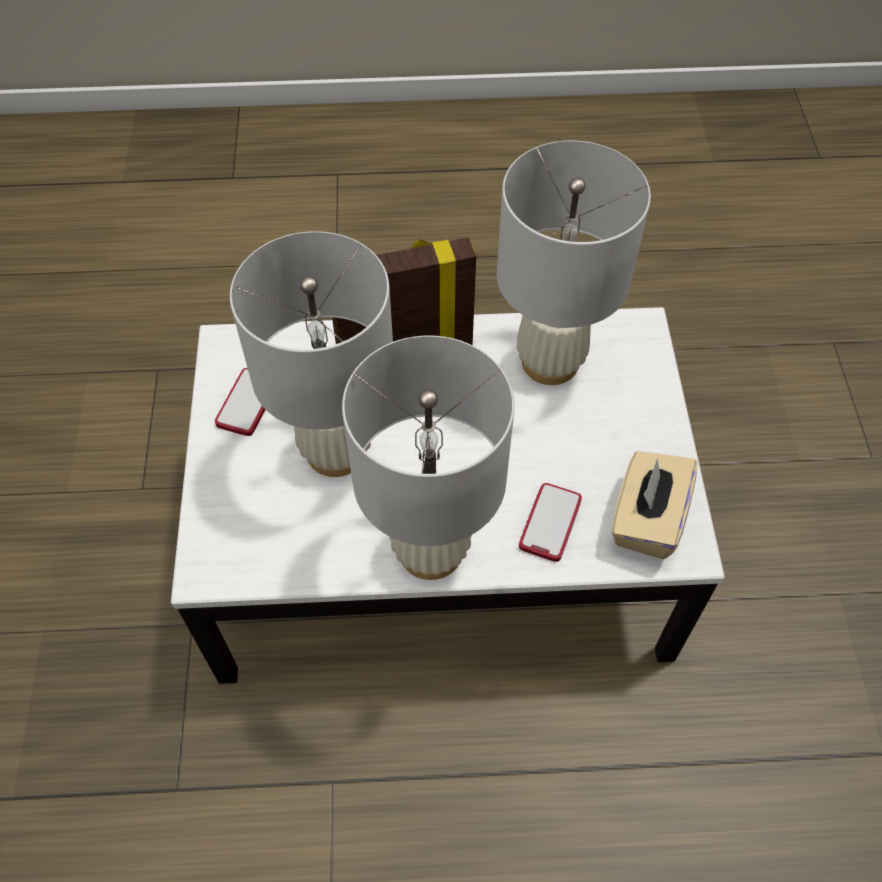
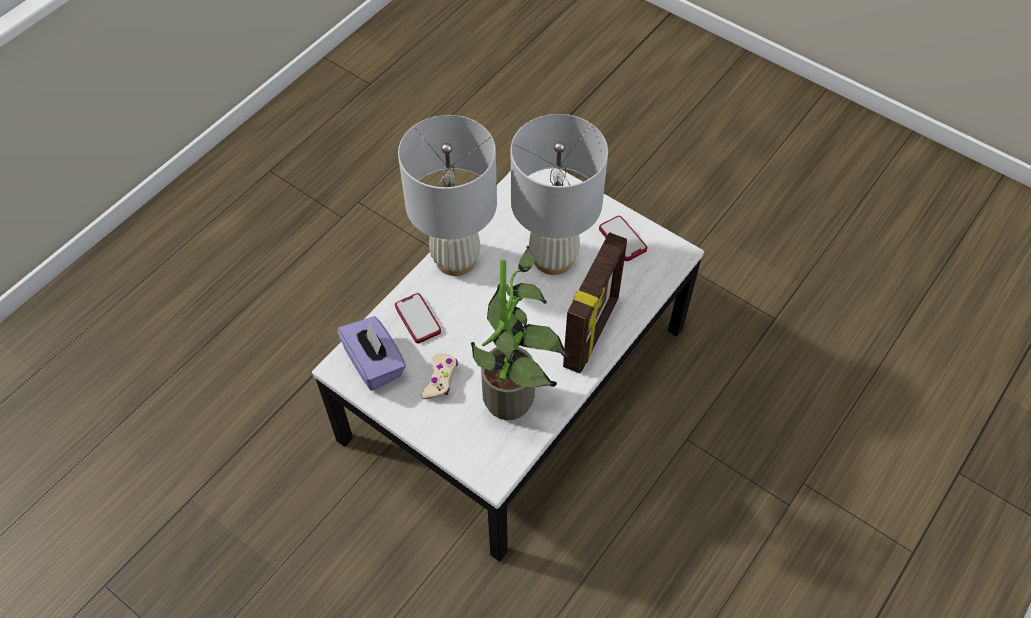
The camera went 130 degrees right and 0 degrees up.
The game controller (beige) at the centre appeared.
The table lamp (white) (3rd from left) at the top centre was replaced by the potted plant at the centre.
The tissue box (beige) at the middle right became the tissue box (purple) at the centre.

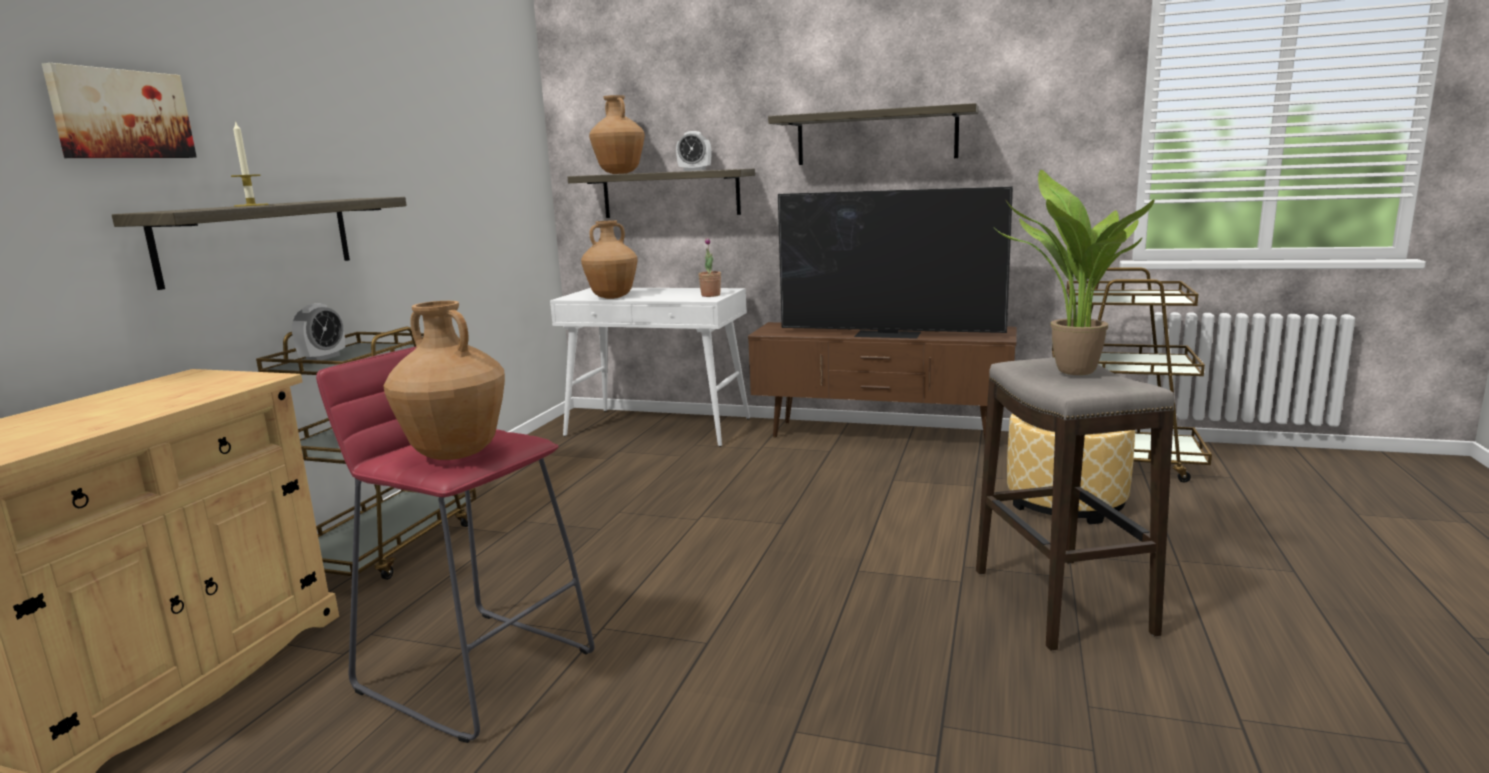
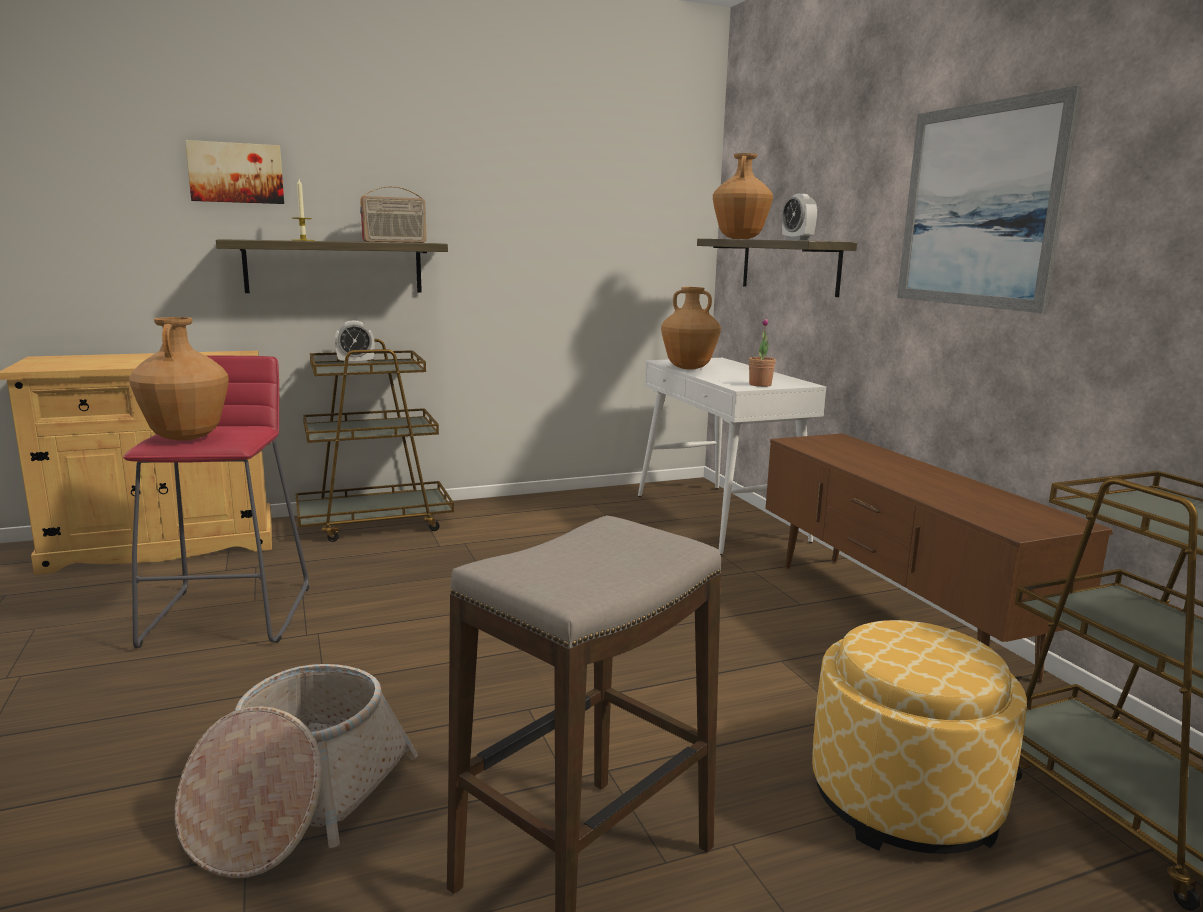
The camera went 50 degrees right and 0 degrees up.
The television at the centre disappeared.
The potted plant (2nd from left) at the middle right disappeared.
The basket at the bottom left appeared.
The radio at the top left appeared.
The shelf (3rd from left) at the top centre was replaced by the picture (2nd from left) at the top right.

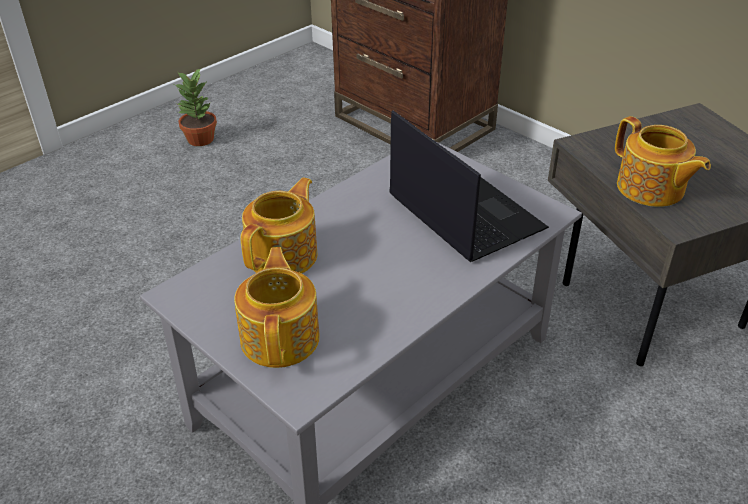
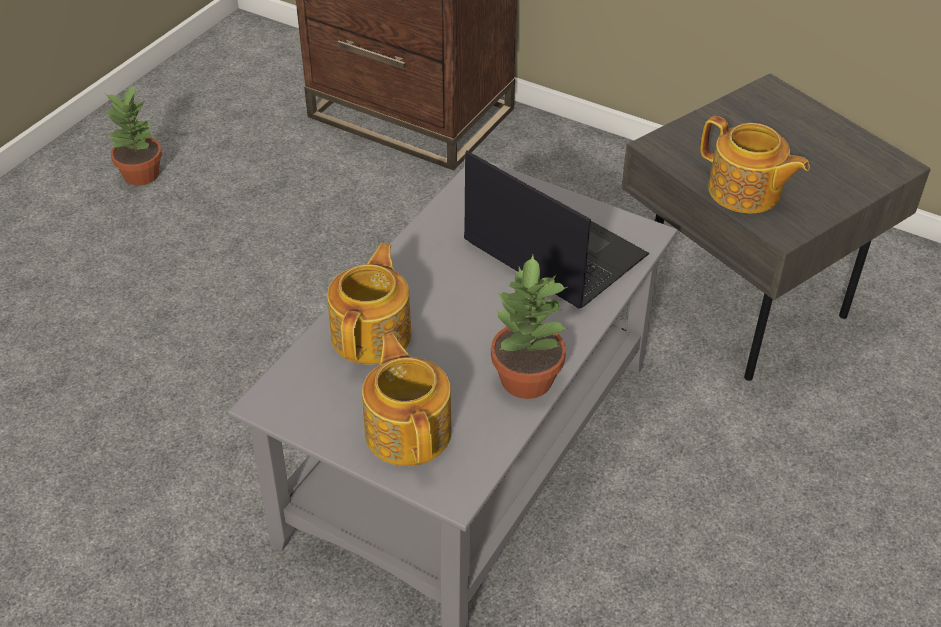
The camera went 15 degrees left and 5 degrees up.
The potted plant (2nd from left) at the centre appeared.

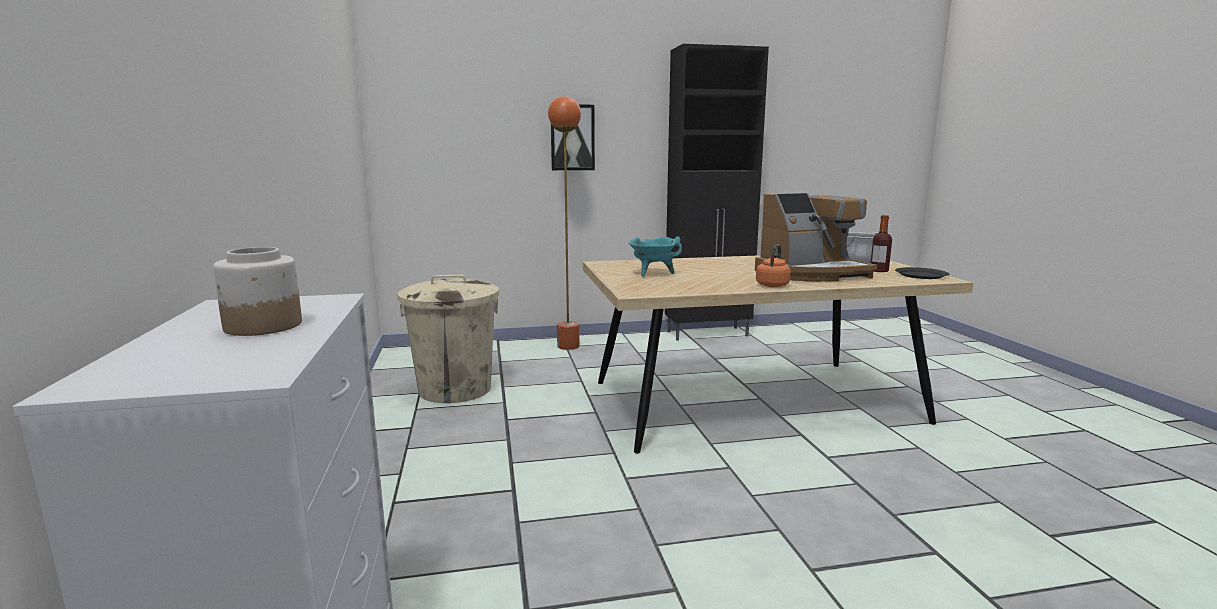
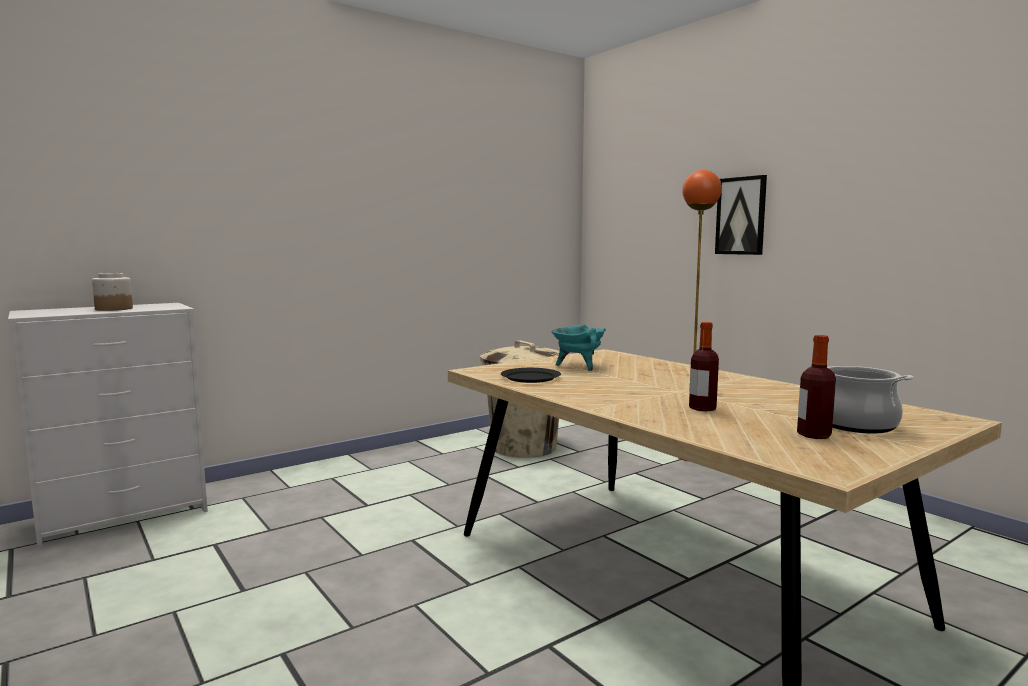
The camera went 65 degrees right and 5 degrees down.
The cabinet (black) at the top centre disappeared.
The kettle (orange) at the centre disappeared.
The plate (black) moved from the middle right to the centre.
The coffee machine at the middle right was replaced by the bottle (1st from left) at the middle right.

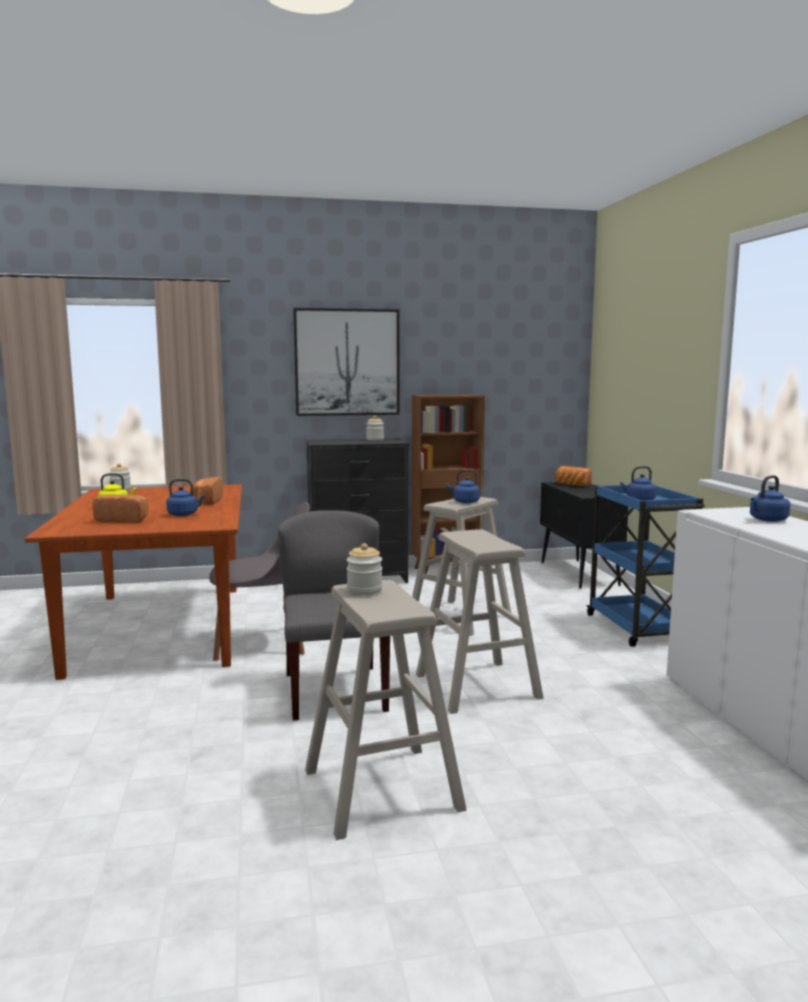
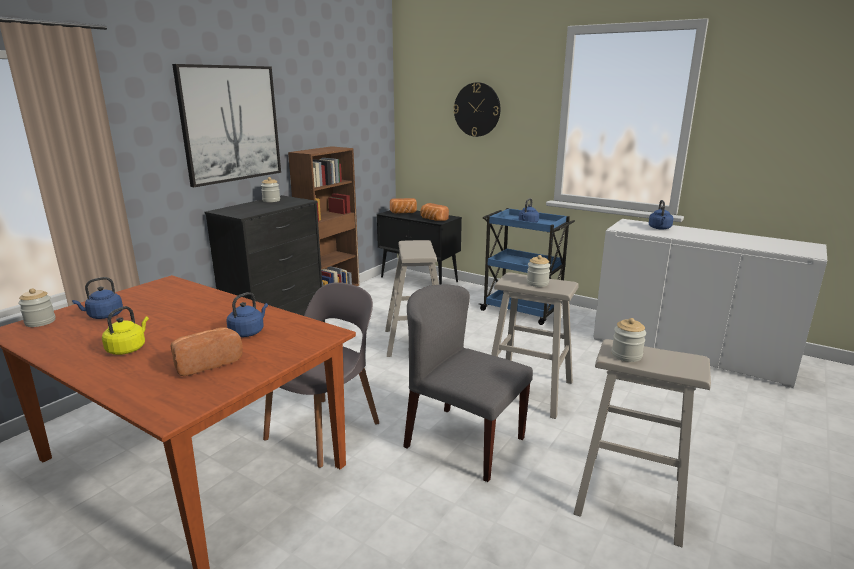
The camera went 45 degrees left and 10 degrees up.
The wall clock at the top centre appeared.
The jar (3rd from left) at the centre appeared.
The bread (2nd from left in the first image) moved from the middle left to the centre.
The kettle (blue) (2nd from left in the first image) moved from the centre to the middle left.

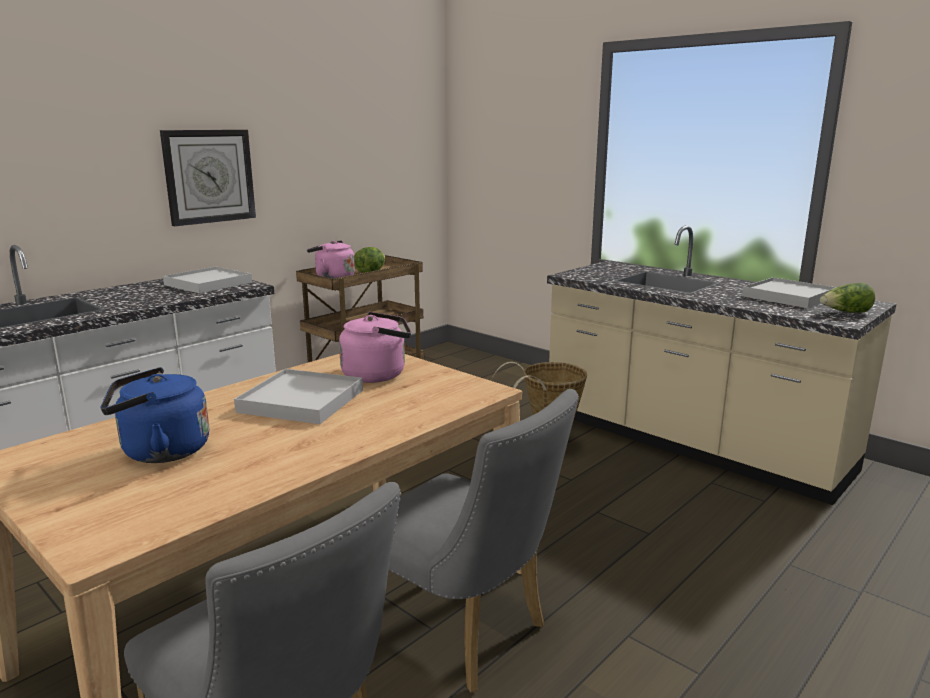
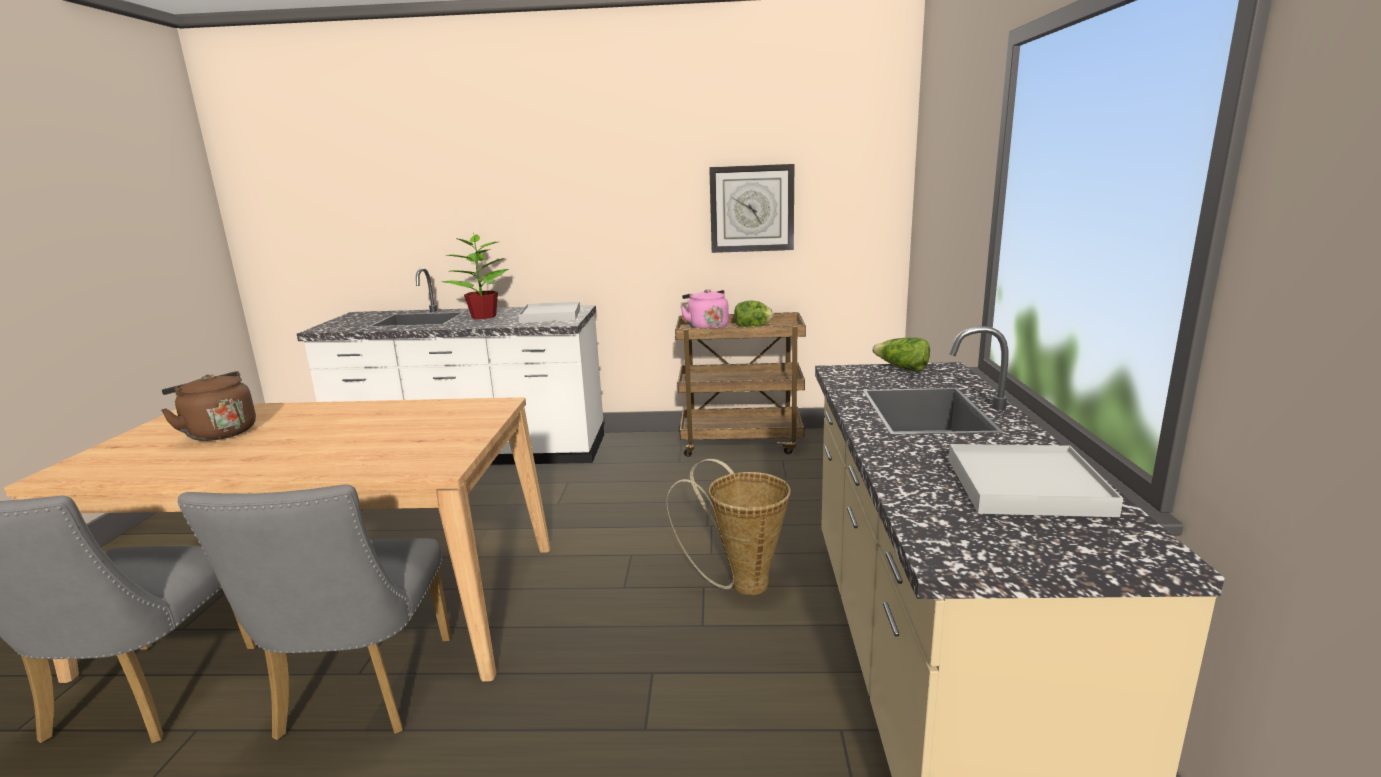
The camera went 50 degrees right and 0 degrees up.
The tray (white) (2nd from left) at the middle left disappeared.
The kettle (pink) (2nd from left) at the centre disappeared.
The potted plant at the centre appeared.
The wall clock moved from the top left to the top centre.
The lettuce (2nd from left) moved from the middle right to the centre.
The kettle (blue) at the middle left became the kettle (brown) at the middle left.

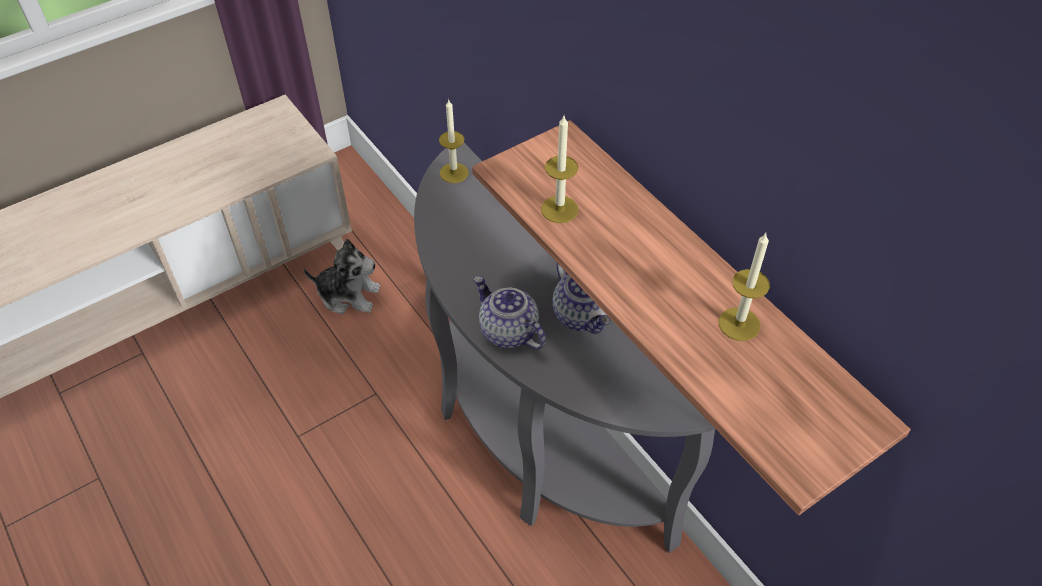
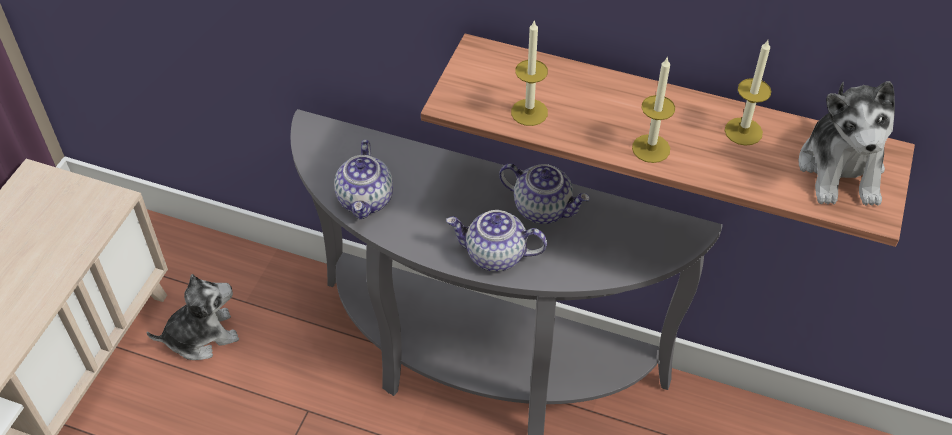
The camera went 35 degrees left and 0 degrees up.
The teapot (1st from left) at the centre appeared.
The plush toy (2nd from left) at the top right appeared.
The candle (1st from left in the first image) moved from the top centre to the top right.

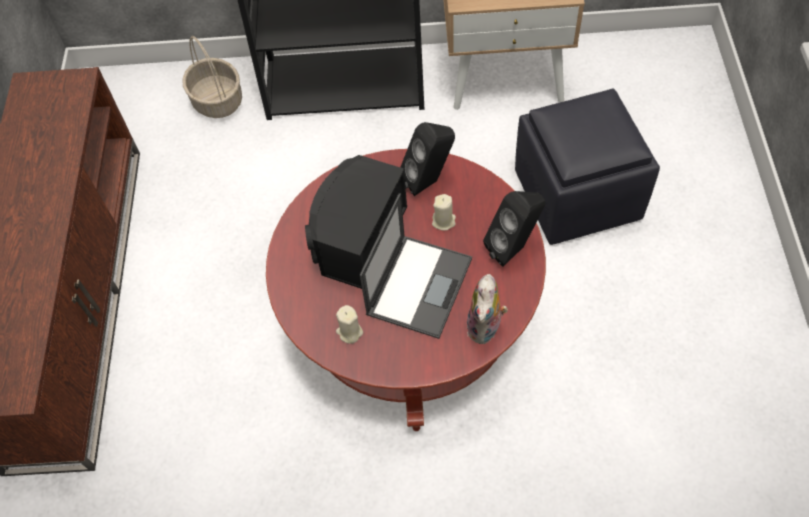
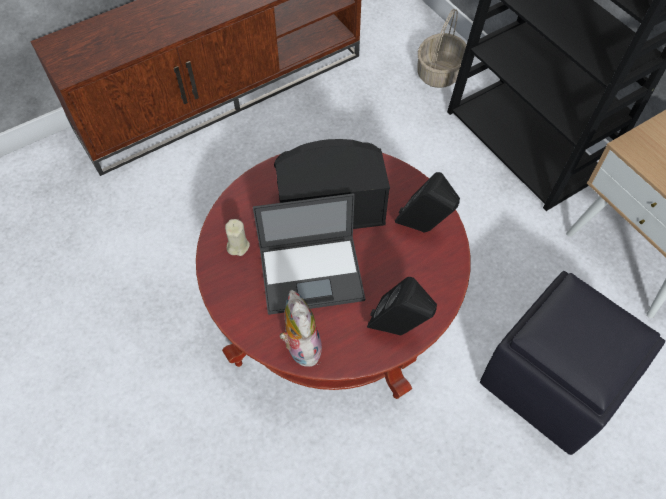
The camera went 55 degrees right and 0 degrees up.
The candle (beige) (2nd from left) at the centre disappeared.
The plush toy at the centre turned 90 degrees clockwise.

